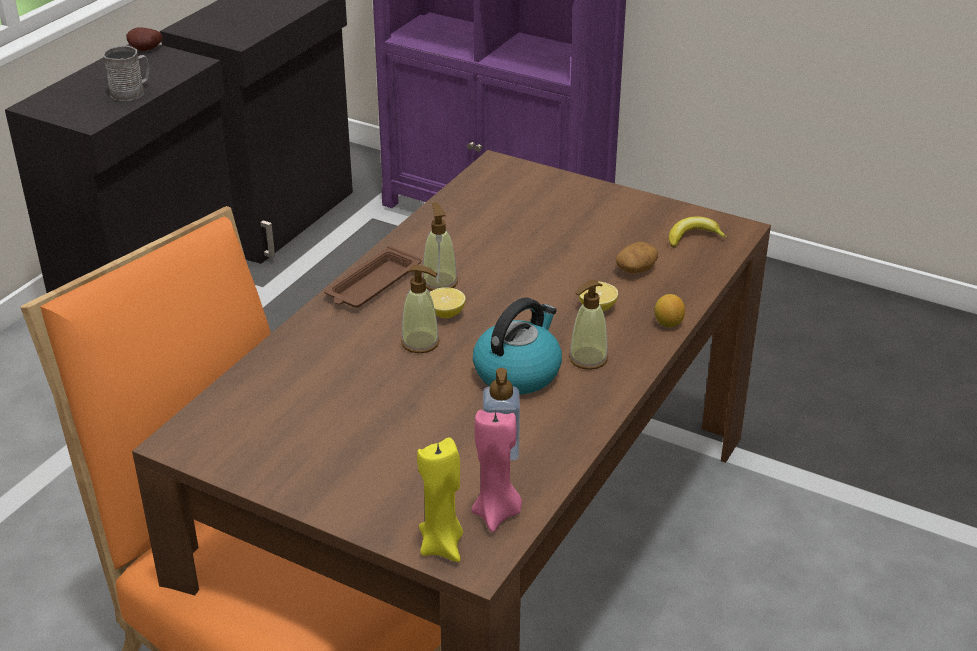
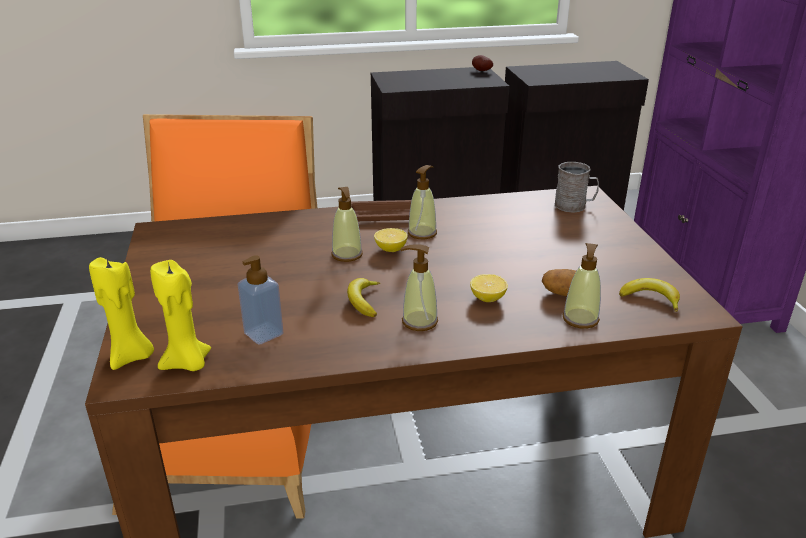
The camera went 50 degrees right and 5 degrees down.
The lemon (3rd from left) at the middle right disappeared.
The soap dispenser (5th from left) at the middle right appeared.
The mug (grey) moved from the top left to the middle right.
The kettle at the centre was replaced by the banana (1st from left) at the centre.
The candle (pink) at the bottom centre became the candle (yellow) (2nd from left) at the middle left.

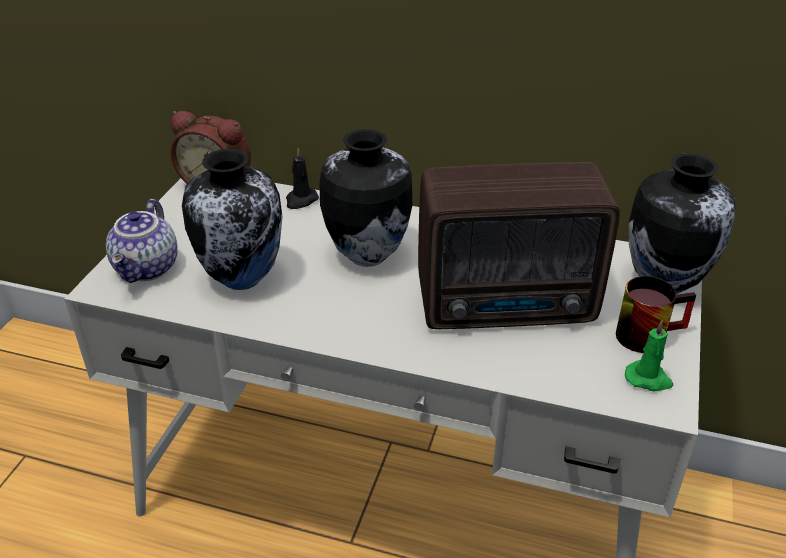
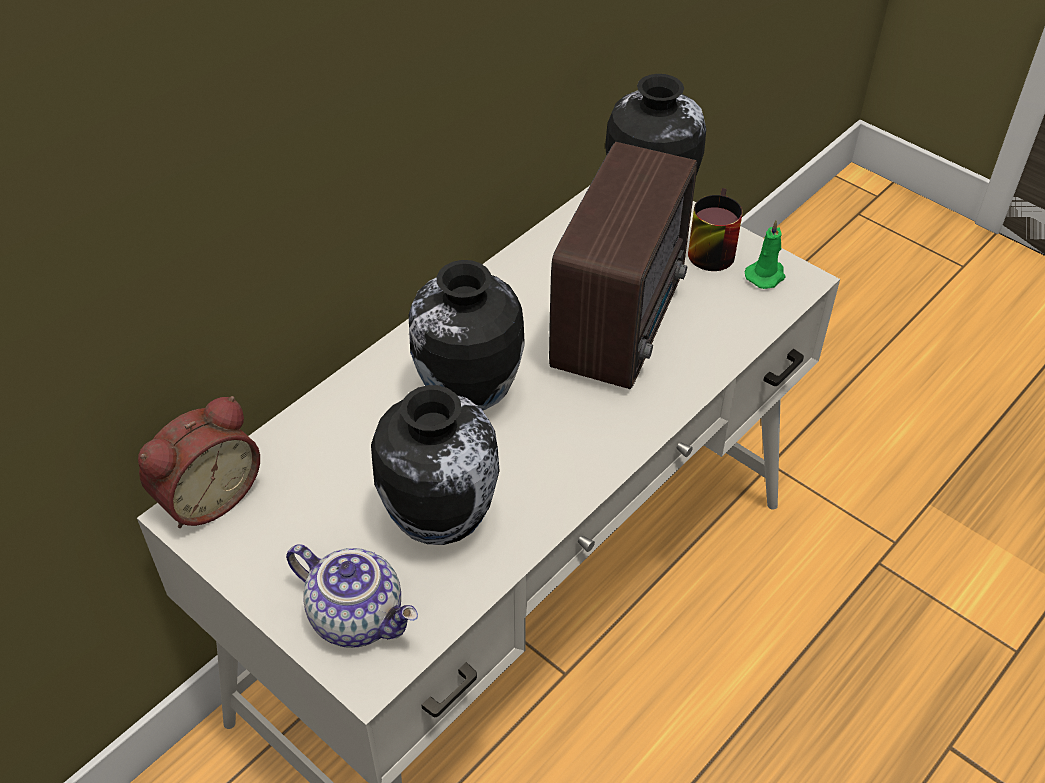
The camera went 65 degrees left and 10 degrees up.
The candle (black) at the top centre disappeared.

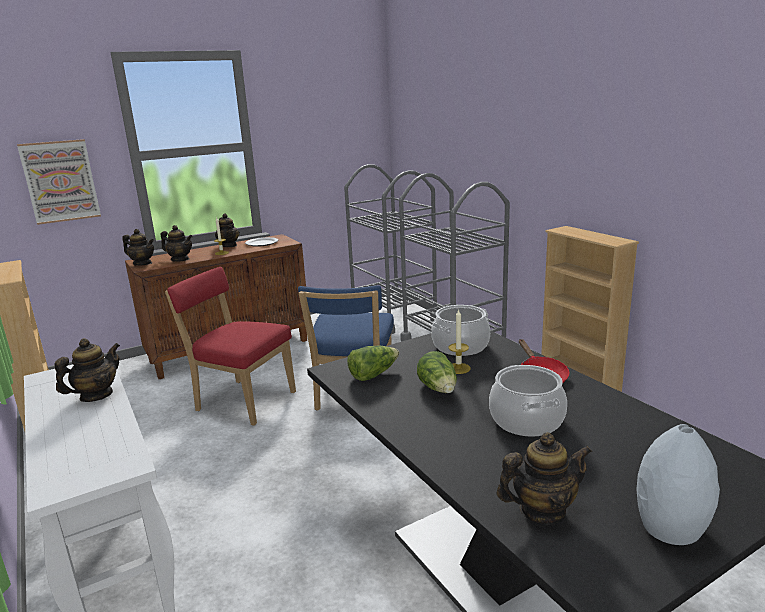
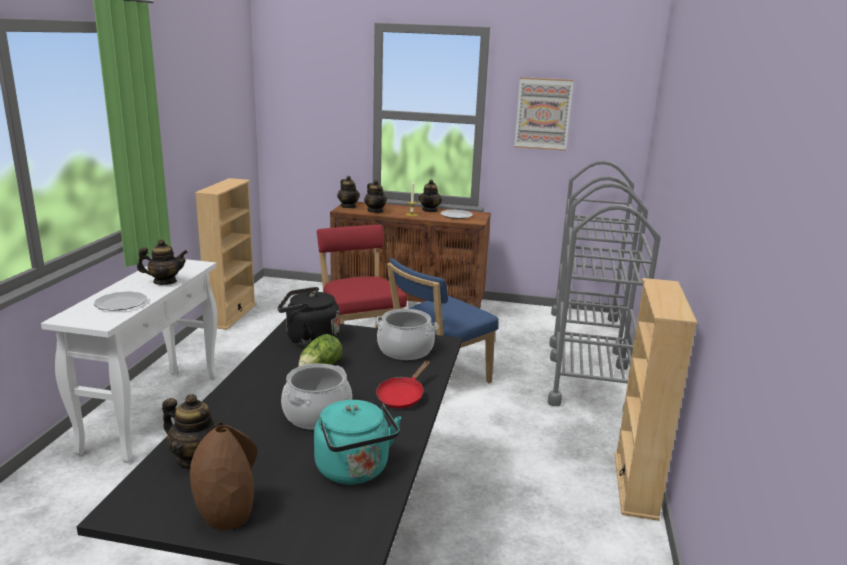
The camera went 40 degrees right and 0 degrees up.
The candle (2nd from left) at the centre disappeared.
The plate (1st from left) at the middle left appeared.
The kettle (turquoise) at the bottom centre appeared.
The picture moved from the top left to the top centre.
The lettuce (1st from left) at the centre was replaced by the kettle (black) at the centre.
The vase (grey) at the bottom right became the vase (brown) at the bottom left.

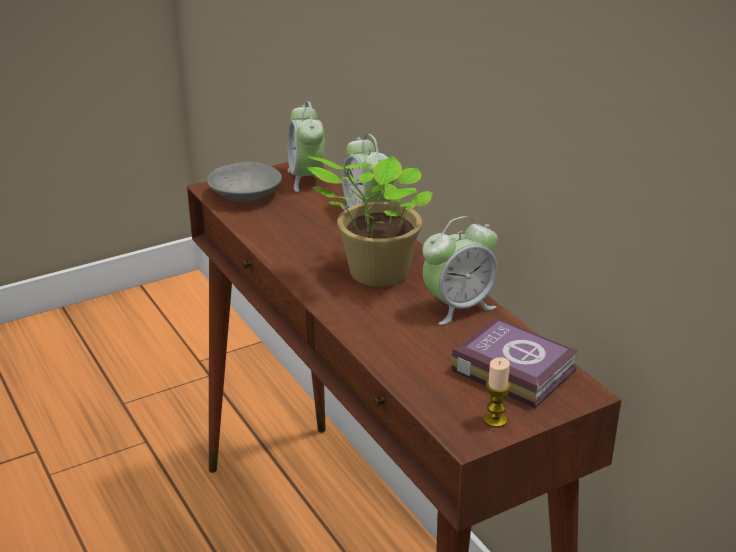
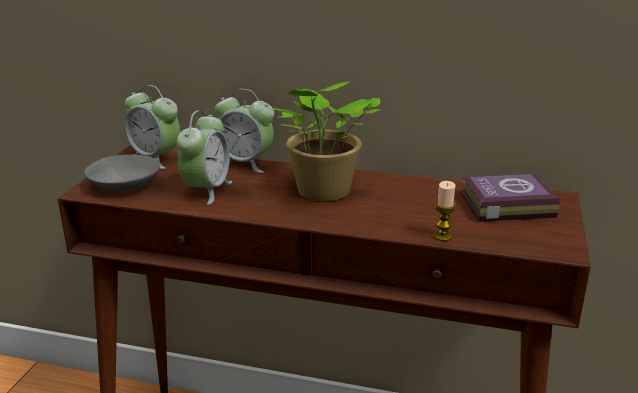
The camera went 45 degrees left and 5 degrees down.
The alarm clock (3rd from left in the first image) moved from the centre to the middle left.
The candle moved from the bottom right to the middle right.

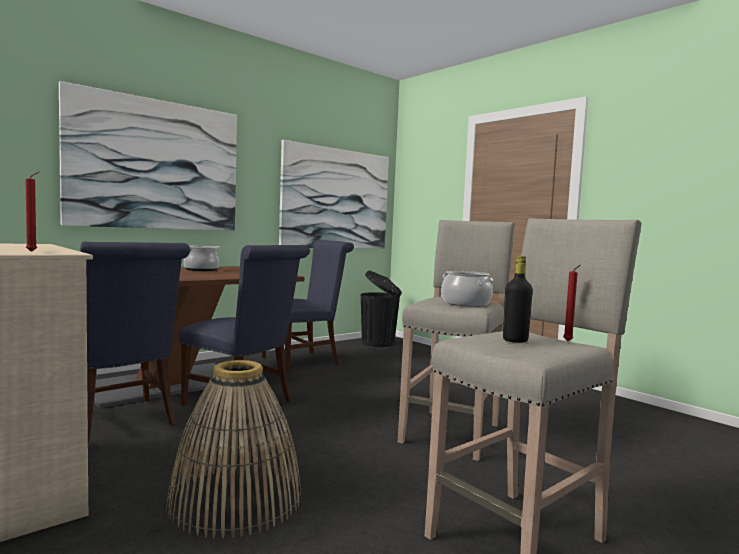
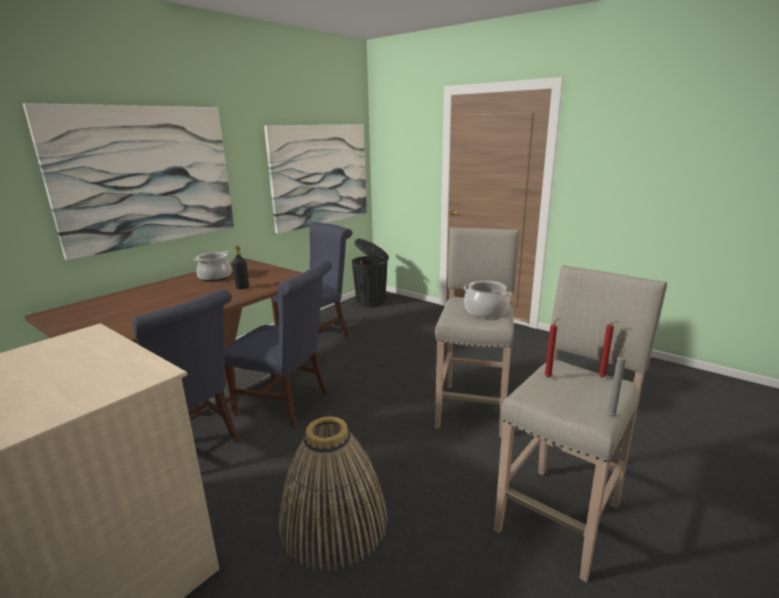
The camera went 10 degrees left and 15 degrees up.
The candle (grey) at the middle right appeared.
The candle (red) (1st from left) moved from the middle left to the middle right.
The bottle (black) moved from the middle right to the middle left.

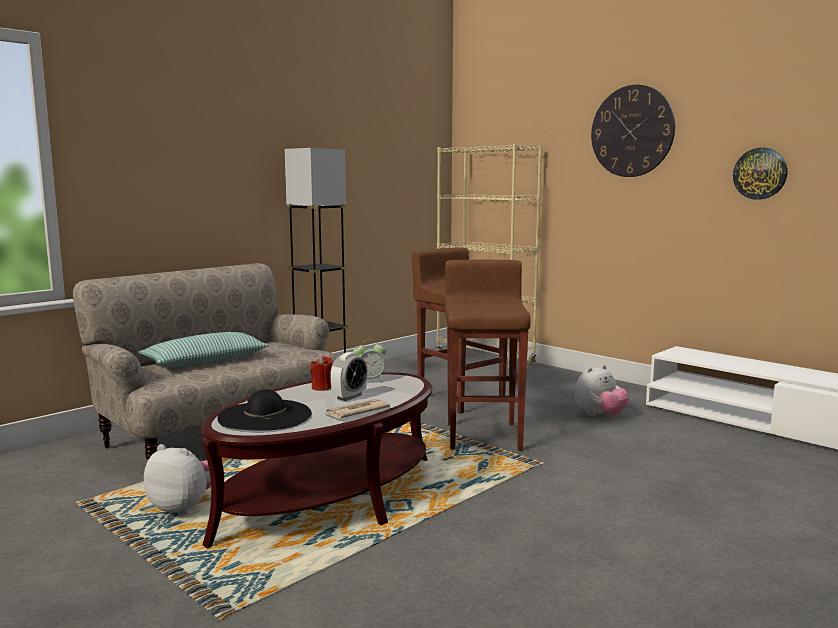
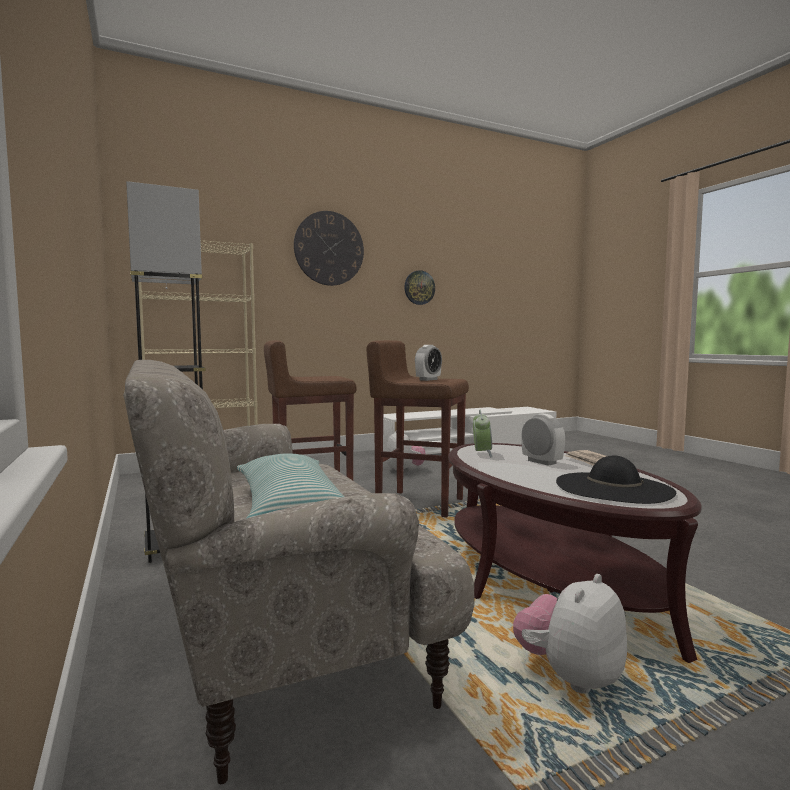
The camera went 70 degrees left and 5 degrees down.
The candle (red) at the centre disappeared.
The alarm clock (1st from left) at the centre appeared.

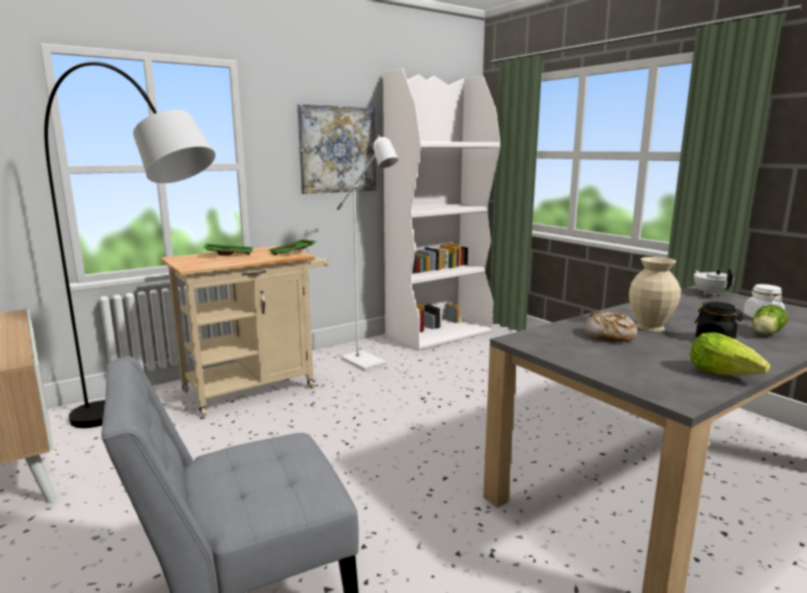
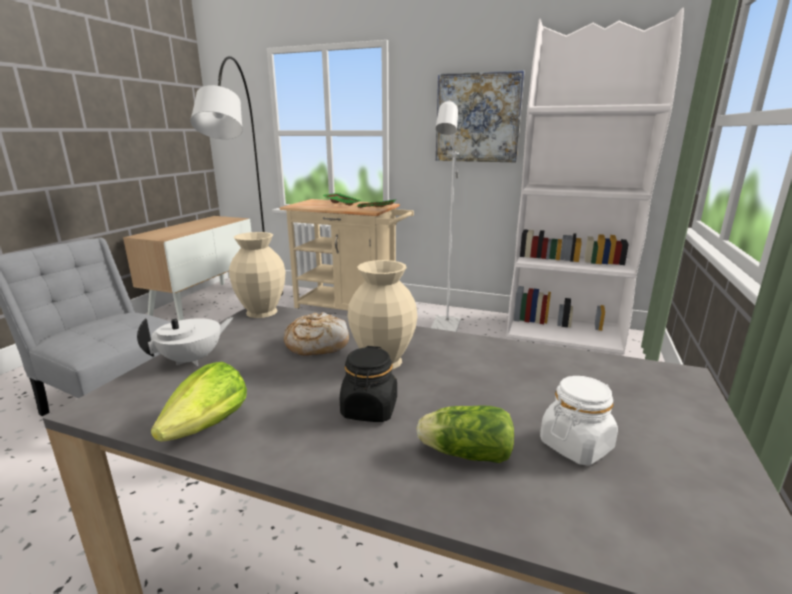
The camera went 55 degrees right and 5 degrees up.
The vase (beige) (1st from left) at the middle left appeared.
The teapot (white) moved from the middle right to the middle left.

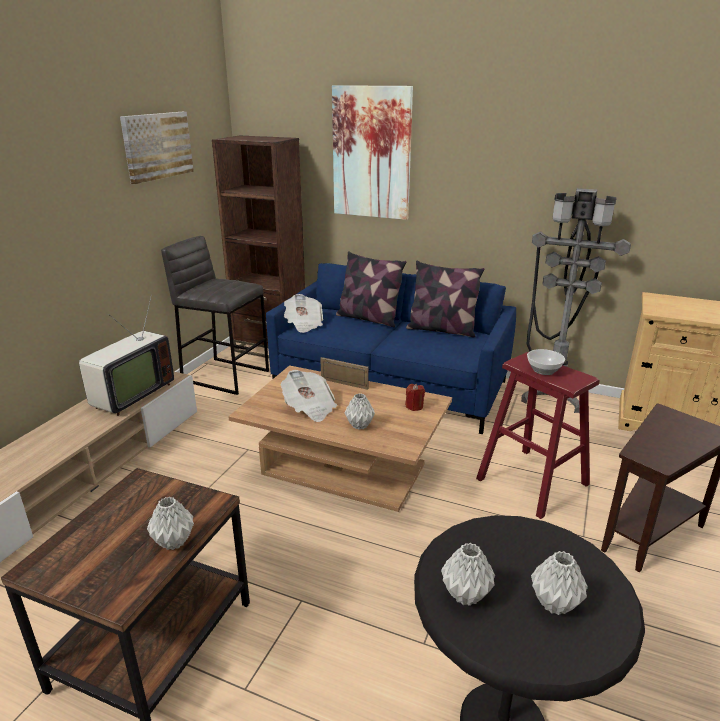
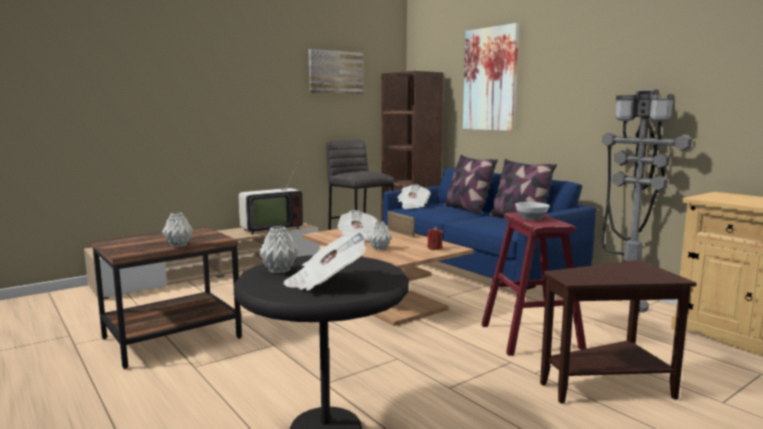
The camera went 30 degrees right and 15 degrees down.
The vase (grey) (4th from left) at the bottom right was replaced by the newspaper (1st from left) at the centre.

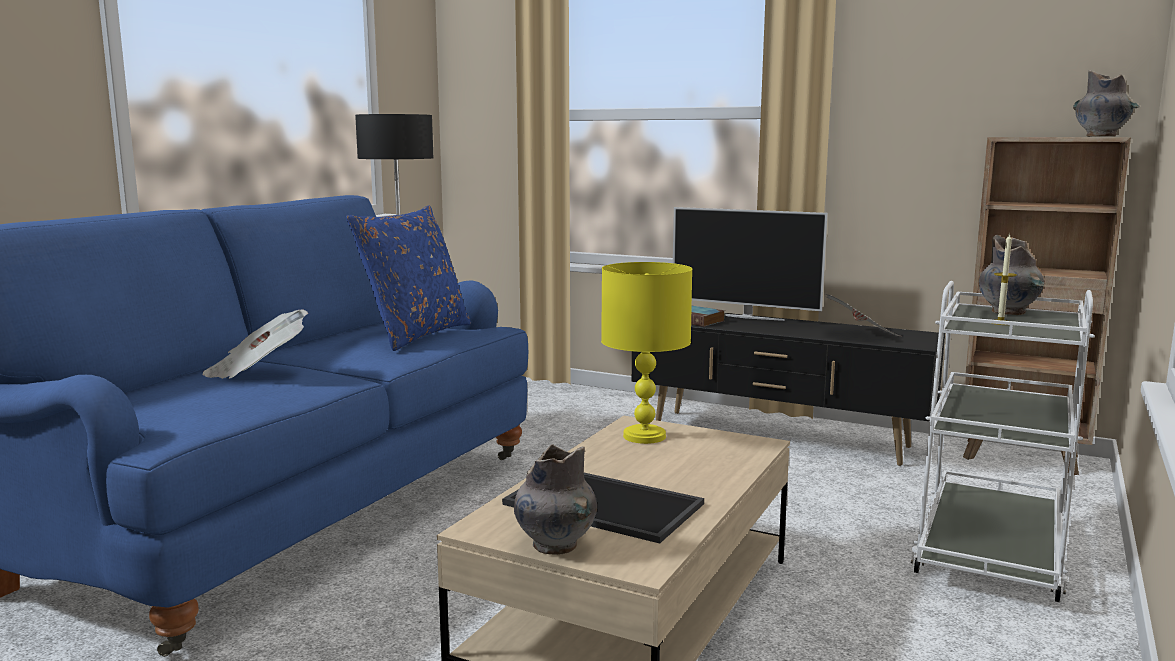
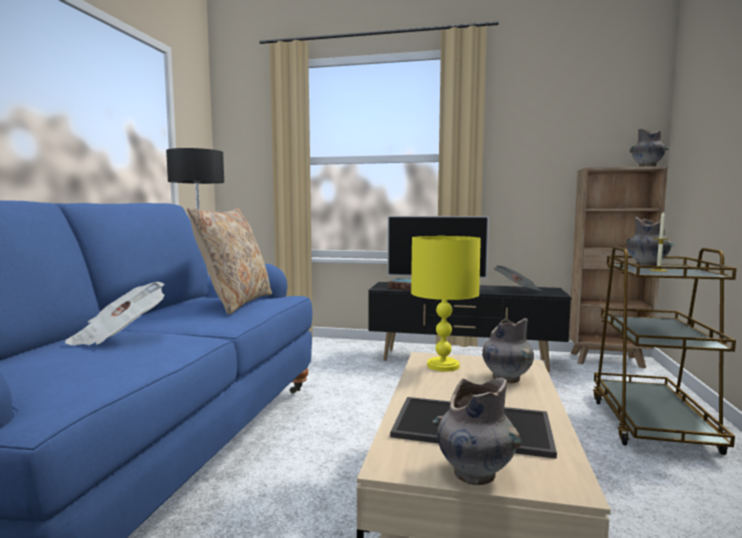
The camera went 15 degrees left and 5 degrees down.
The vase (grey) (2nd from left) at the middle right appeared.
The pillow (blue) at the centre became the pillow (beige) at the middle left.
The cart (white) at the bottom right became the cart (brown) at the middle right.

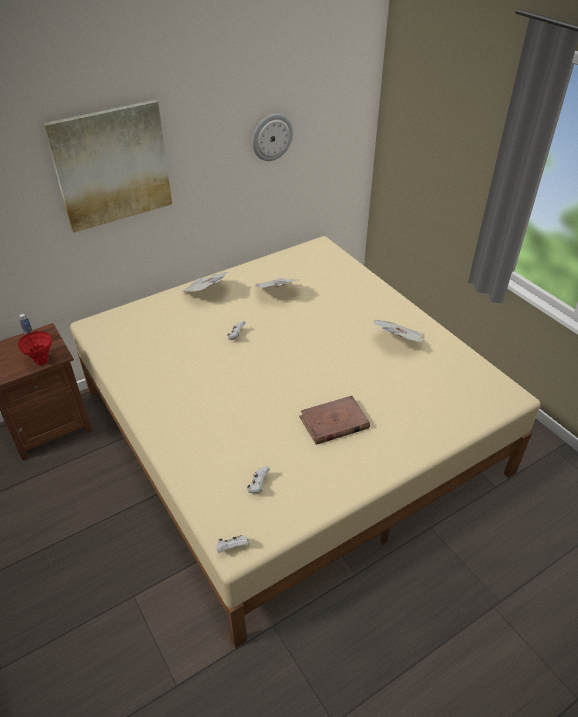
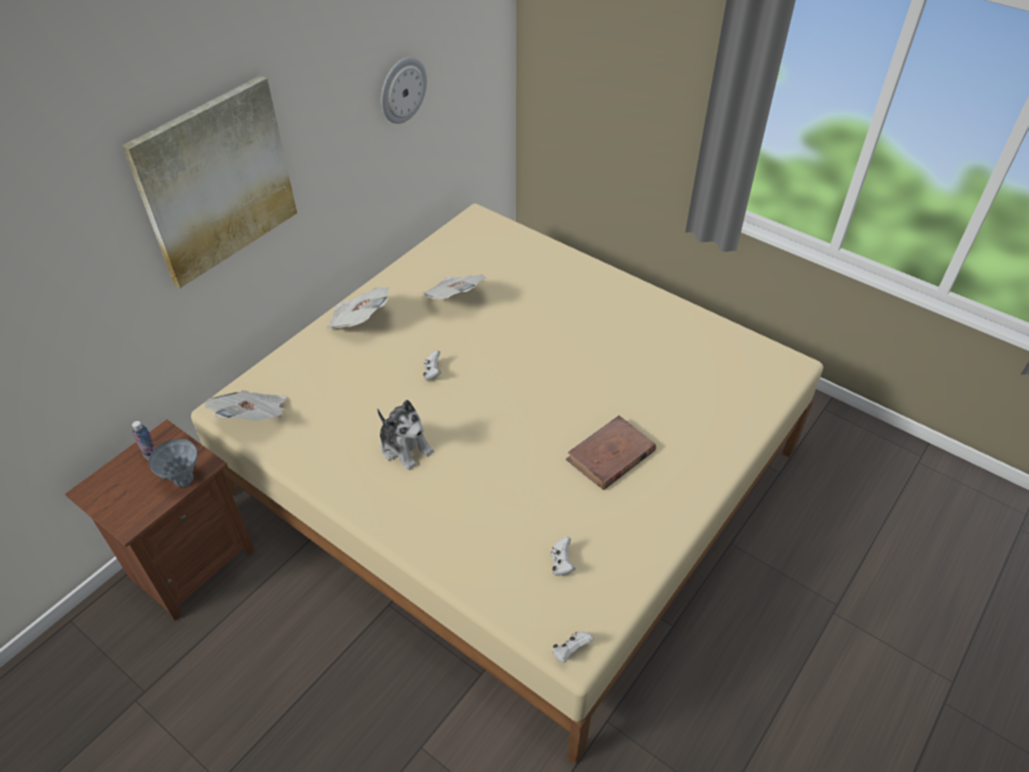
The camera went 20 degrees left and 5 degrees up.
The plush toy at the centre appeared.
The newspaper (3rd from left in the first image) moved from the middle right to the middle left.
The vase (red) at the middle left became the vase (grey) at the middle left.

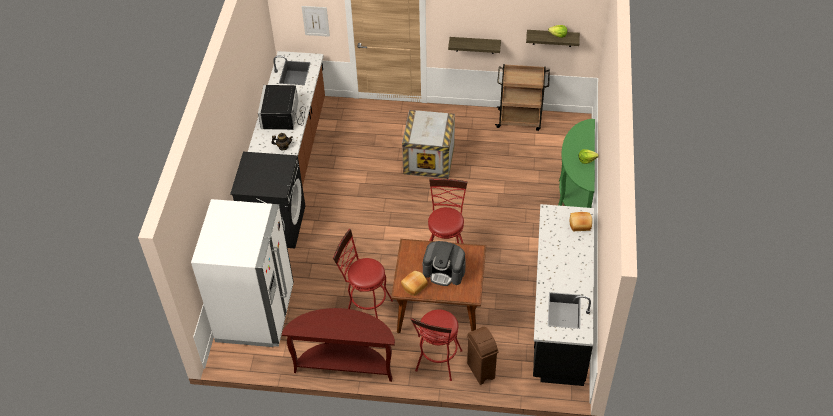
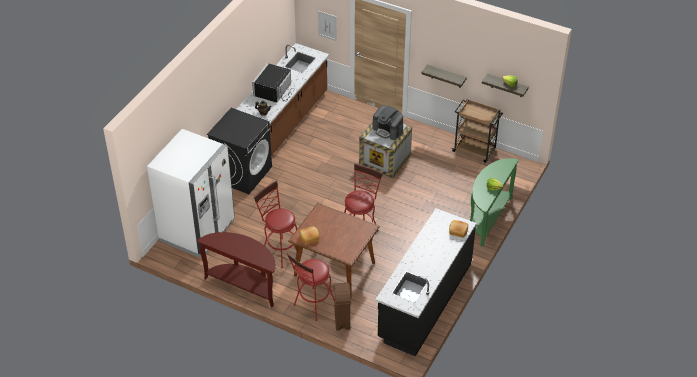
The camera went 20 degrees right and 5 degrees down.
The coffee machine moved from the centre to the top centre.

